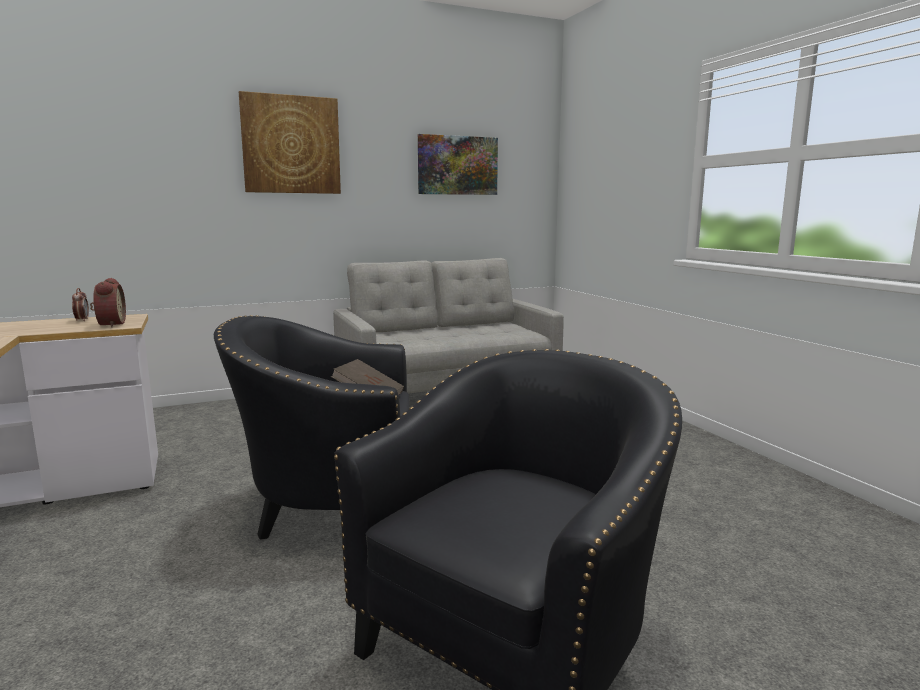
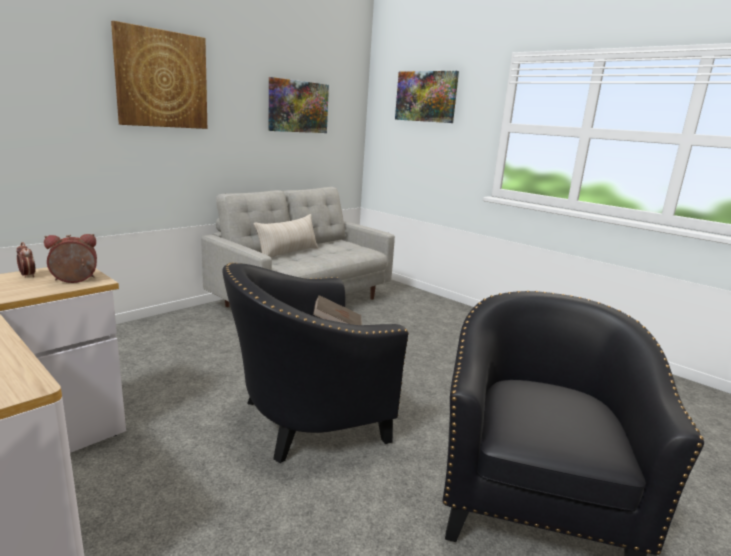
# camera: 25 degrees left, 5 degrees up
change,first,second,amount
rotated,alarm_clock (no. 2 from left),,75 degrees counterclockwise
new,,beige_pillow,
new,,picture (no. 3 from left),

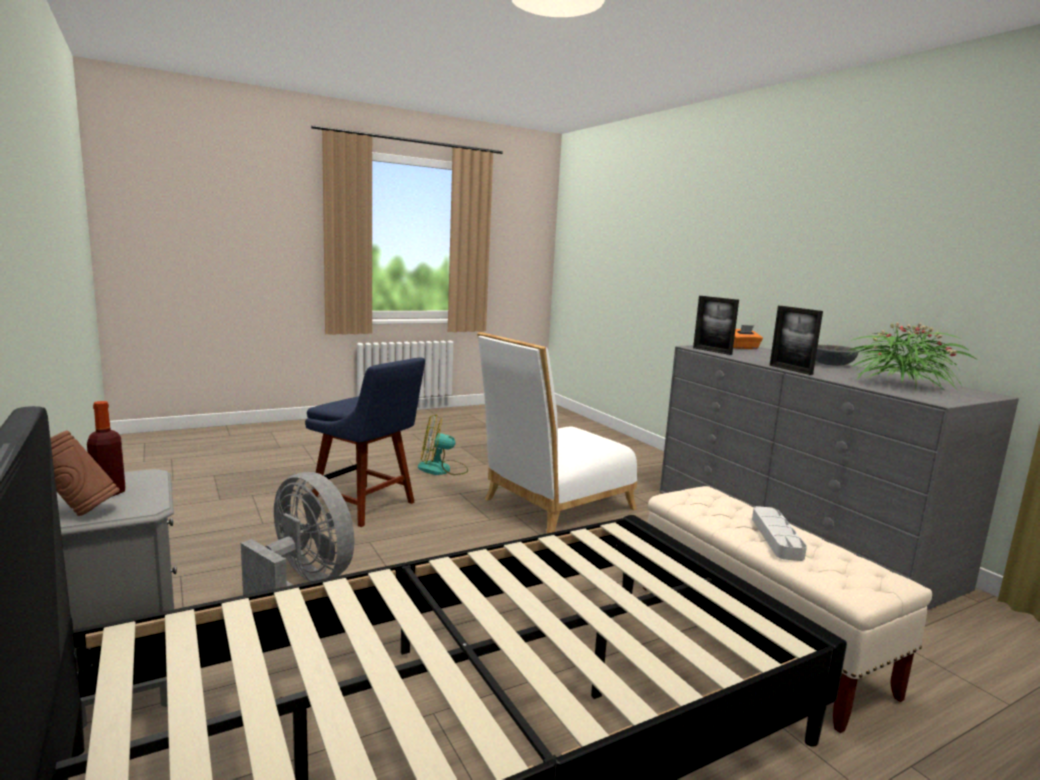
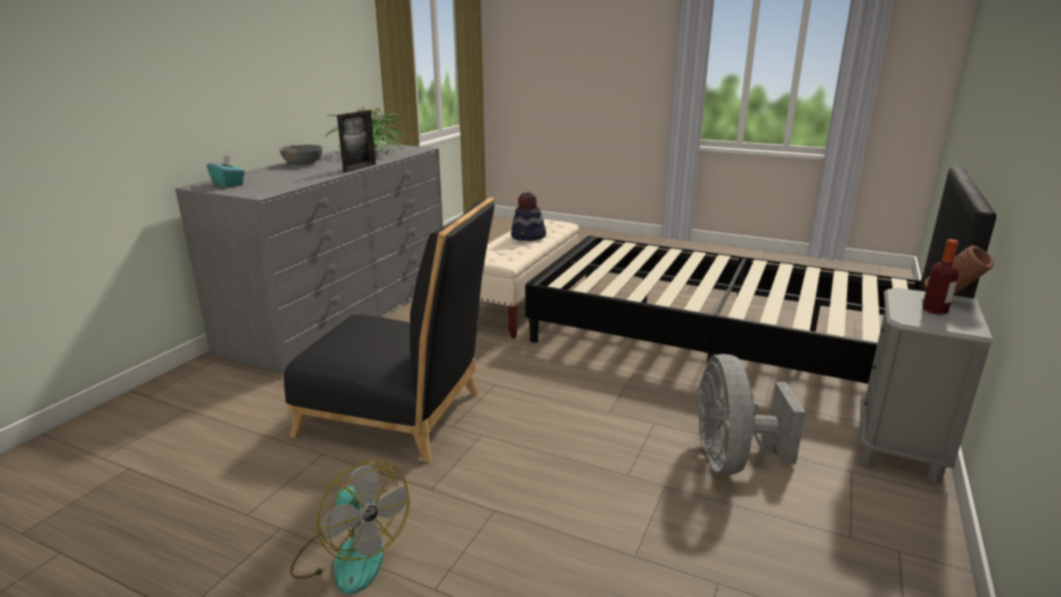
# camera: 125 degrees left, 10 degrees up
change,first,second,amount
gone,blue_chair,,
repainted,white_chair,black_chair,
gone,picture_frame (no. 1 from left),,
repainted,orange_tissue_box,turquoise_tissue_box,
swapped,grey_tray,hat,

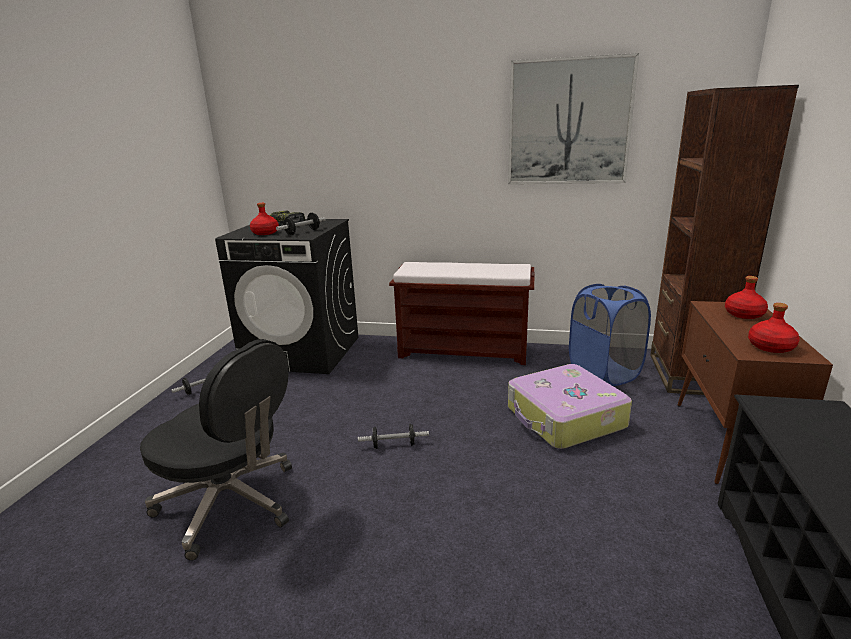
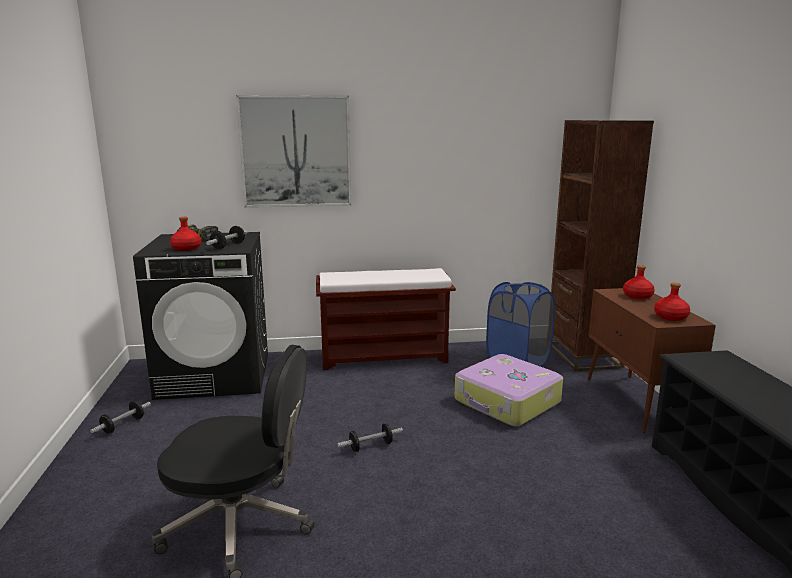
# camera: 20 degrees left, 5 degrees down
change,first,second,amount
shifted,picture,,

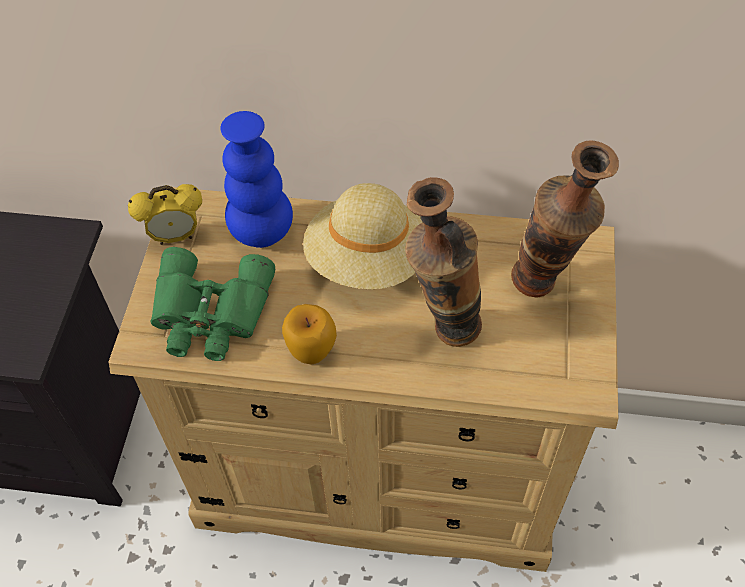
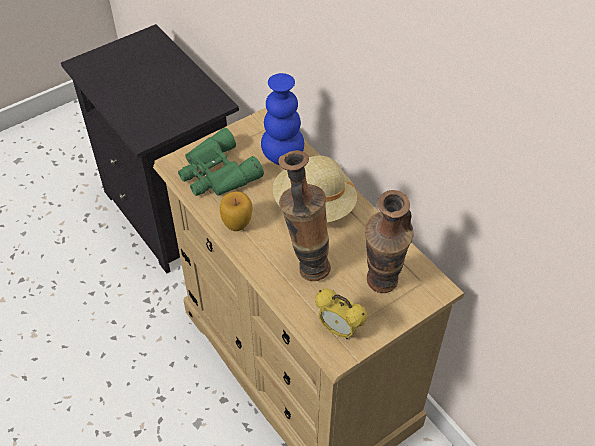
# camera: 45 degrees right, 5 degrees down
change,first,second,amount
shifted,alarm_clock,,

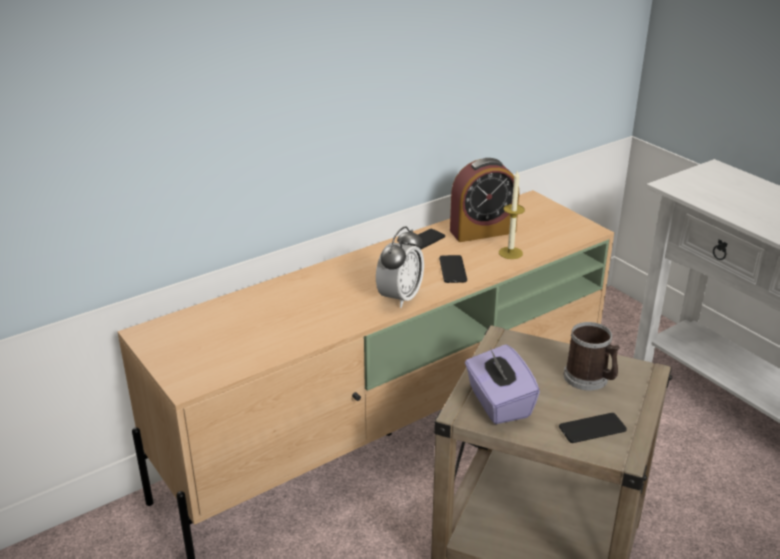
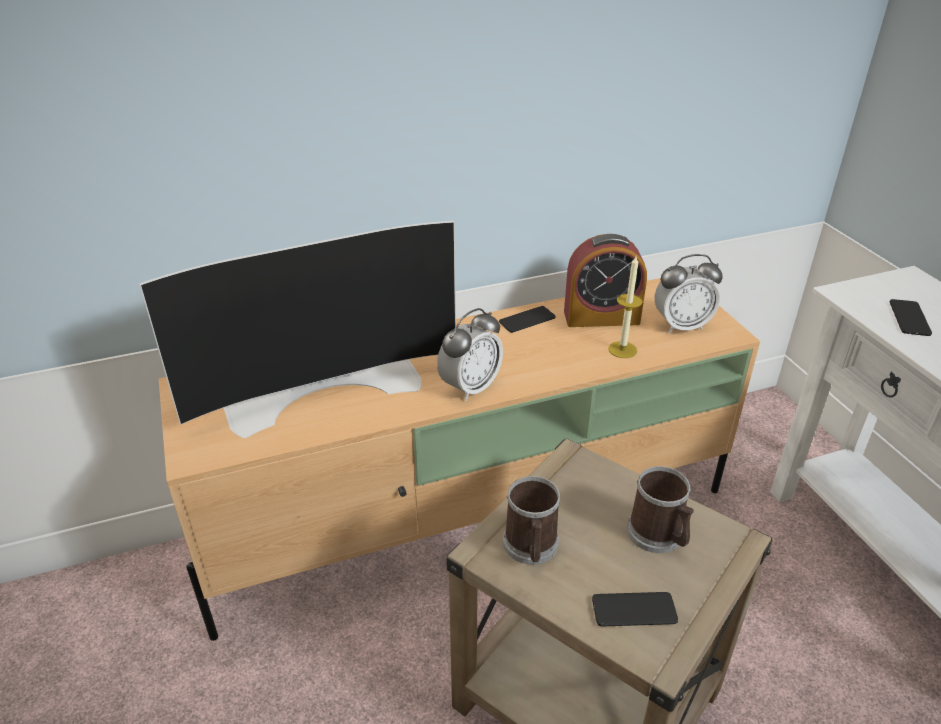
# camera: 15 degrees right, 5 degrees up
change,first,second,amount
shifted,phone (no. 2 from left in the first image),phone (no. 3 from left),
swapped,purple_tissue_box,mug (no. 1 from left),
new,,television,
new,,alarm_clock (no. 3 from left),

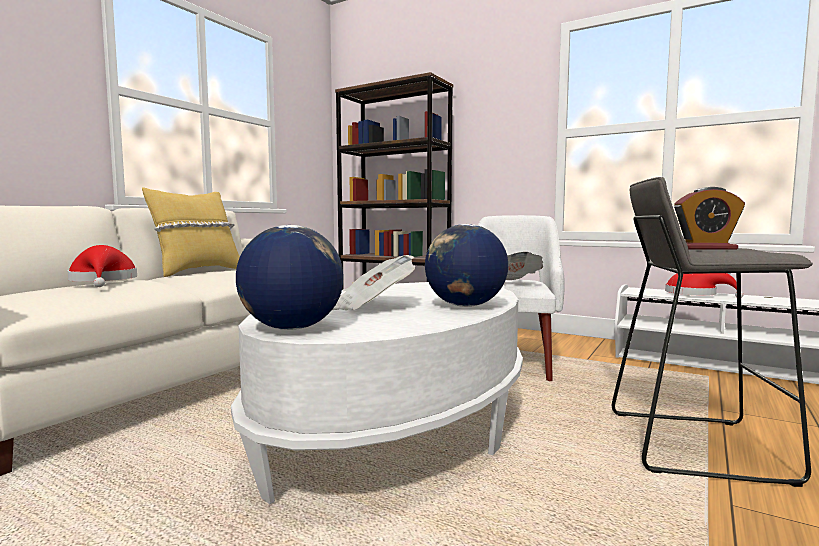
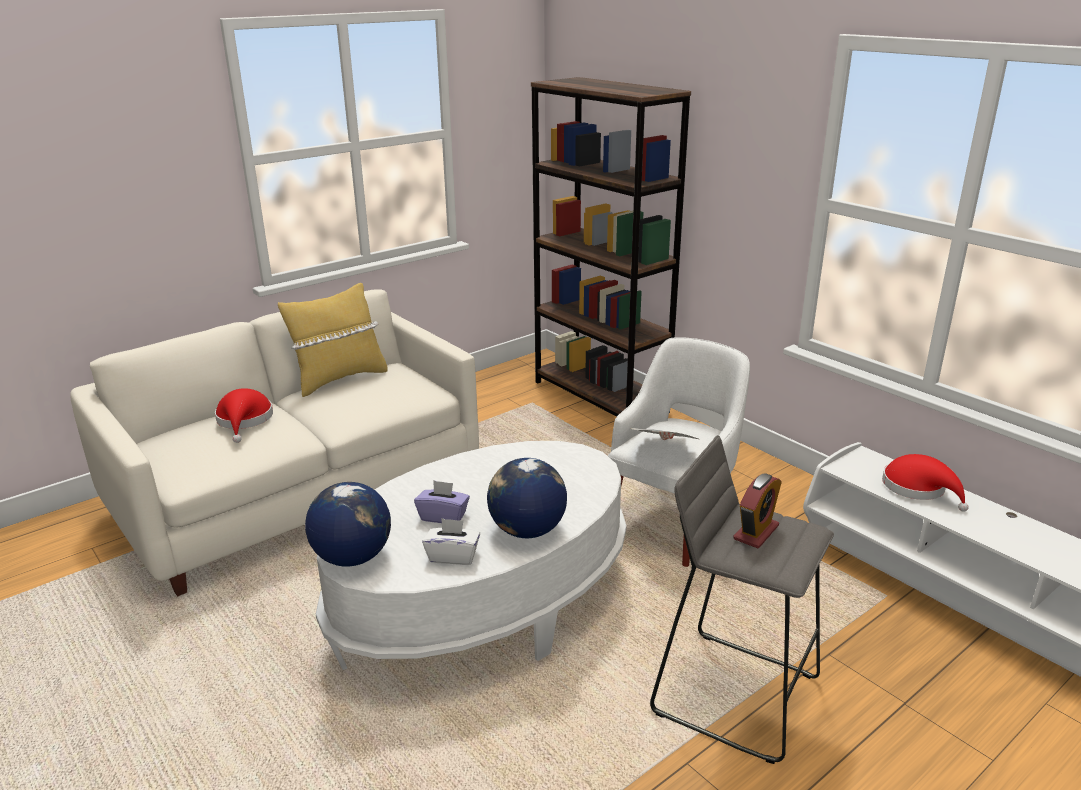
# camera: 20 degrees right, 20 degrees up
change,first,second,amount
swapped,newspaper (no. 1 from left),purple_tissue_box,
rotated,alarm_clock,,75 degrees counterclockwise
new,,white_tissue_box,

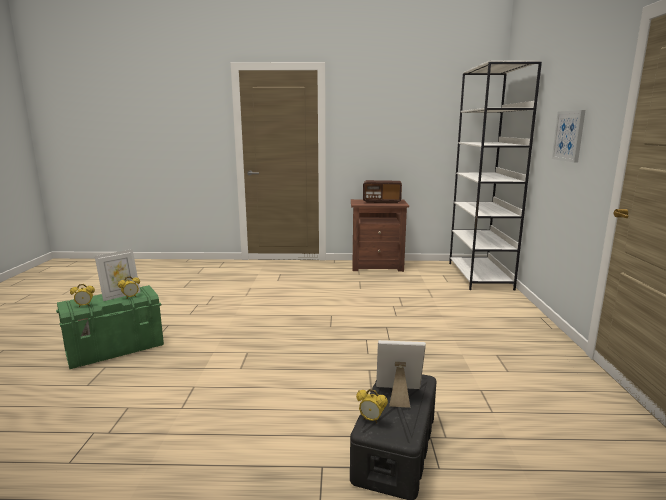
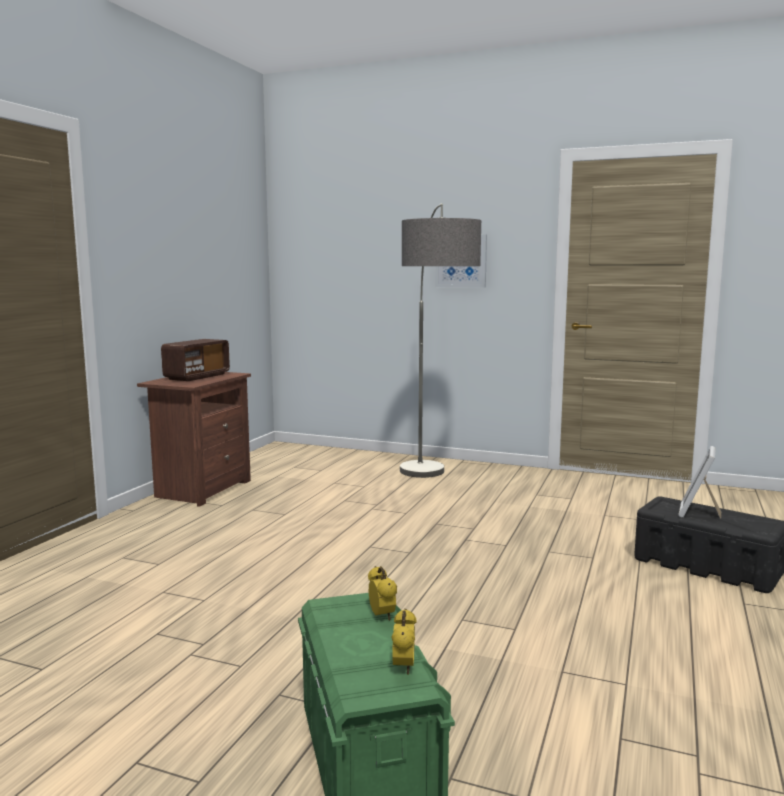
# camera: 70 degrees left, 5 degrees down
change,first,second,amount
gone,picture_frame (no. 1 from left),,
gone,alarm_clock (no. 3 from left),,
gone,white_bookcase,,
new,,floor_lamp,

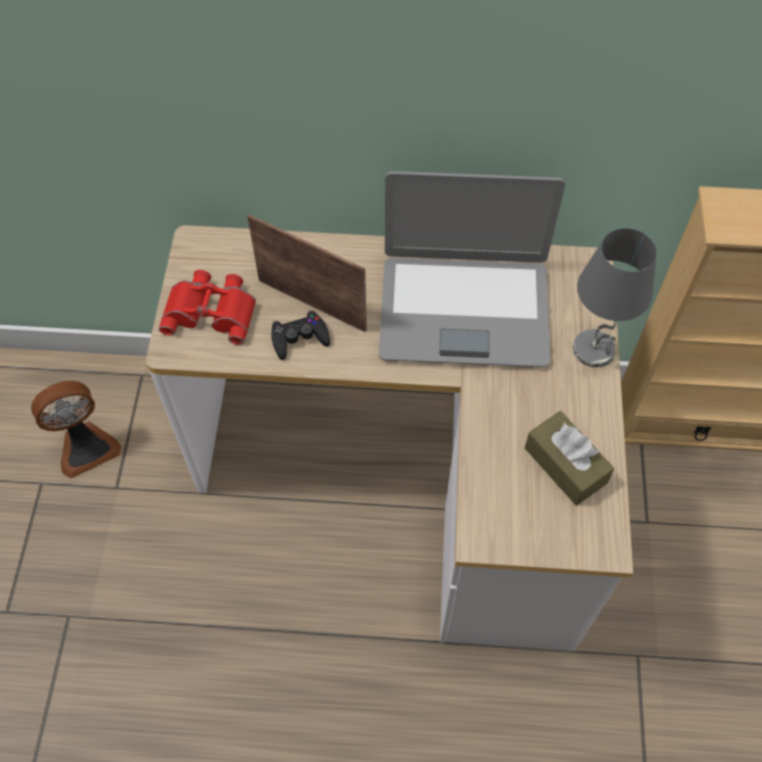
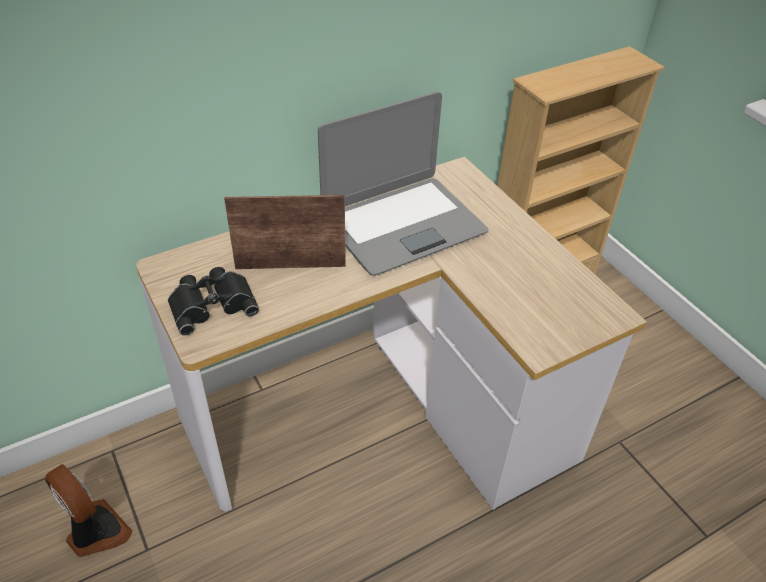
# camera: 35 degrees left, 15 degrees down
change,first,second,amount
rotated,fan,,75 degrees counterclockwise
repainted,red_binoculars,black_binoculars,
gone,black_game_controller,,
gone,brown_tissue_box,,
gone,grey_table_lamp,,

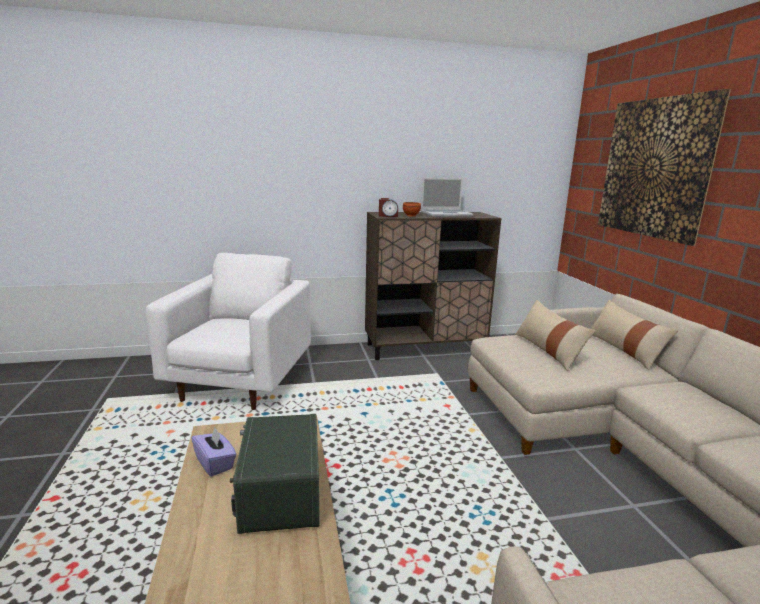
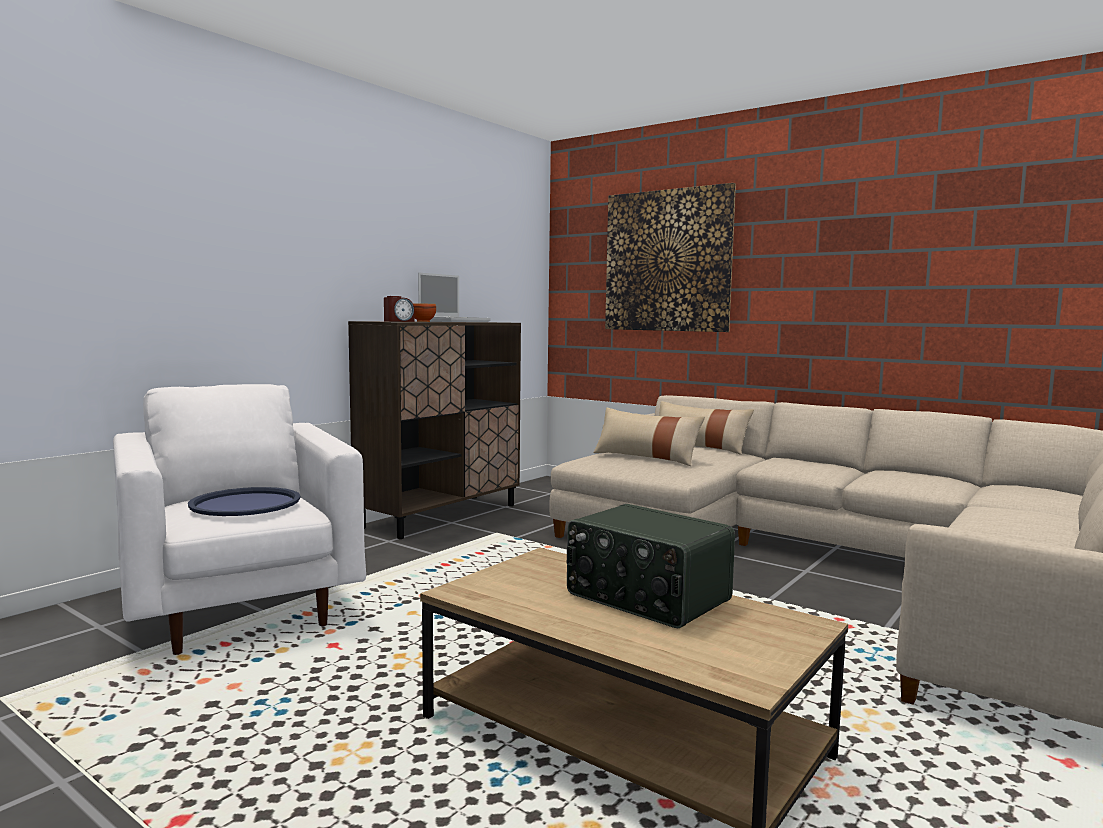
# camera: 40 degrees left, 10 degrees down
change,first,second,amount
gone,purple_tissue_box,,
new,,blue_tray,

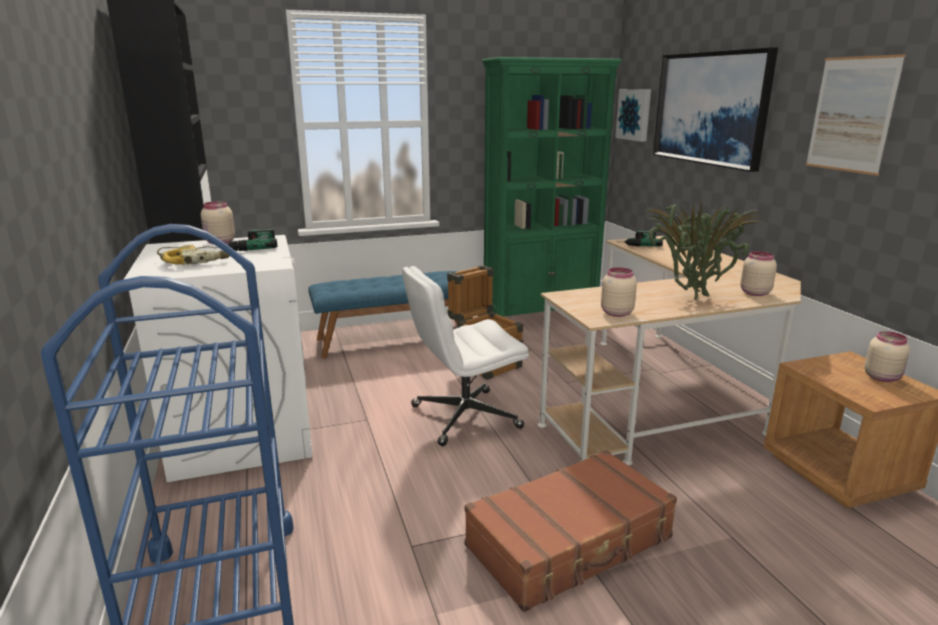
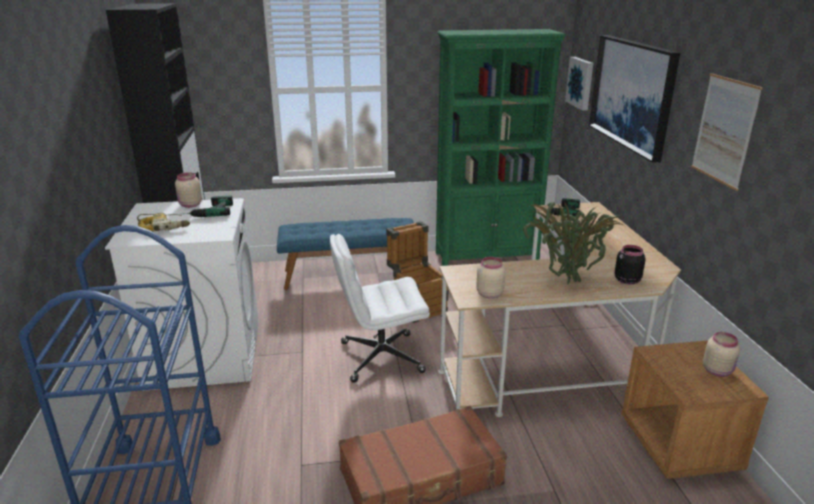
# camera: 10 degrees right, 5 degrees up
change,first,second,amount
repainted,beige_jar (no. 3 from left),black_jar,

